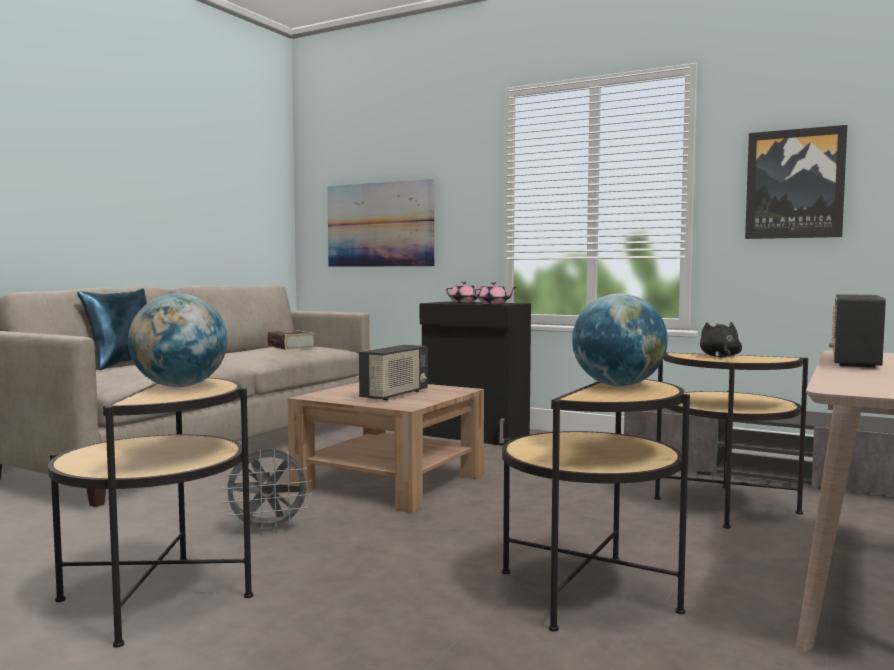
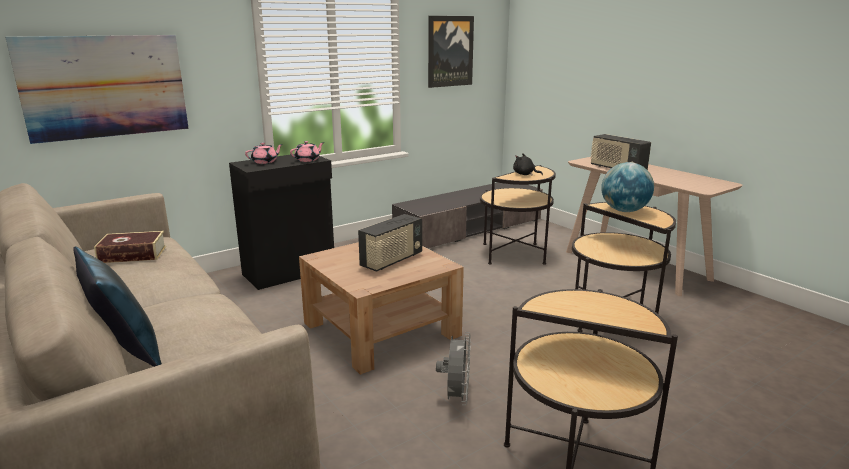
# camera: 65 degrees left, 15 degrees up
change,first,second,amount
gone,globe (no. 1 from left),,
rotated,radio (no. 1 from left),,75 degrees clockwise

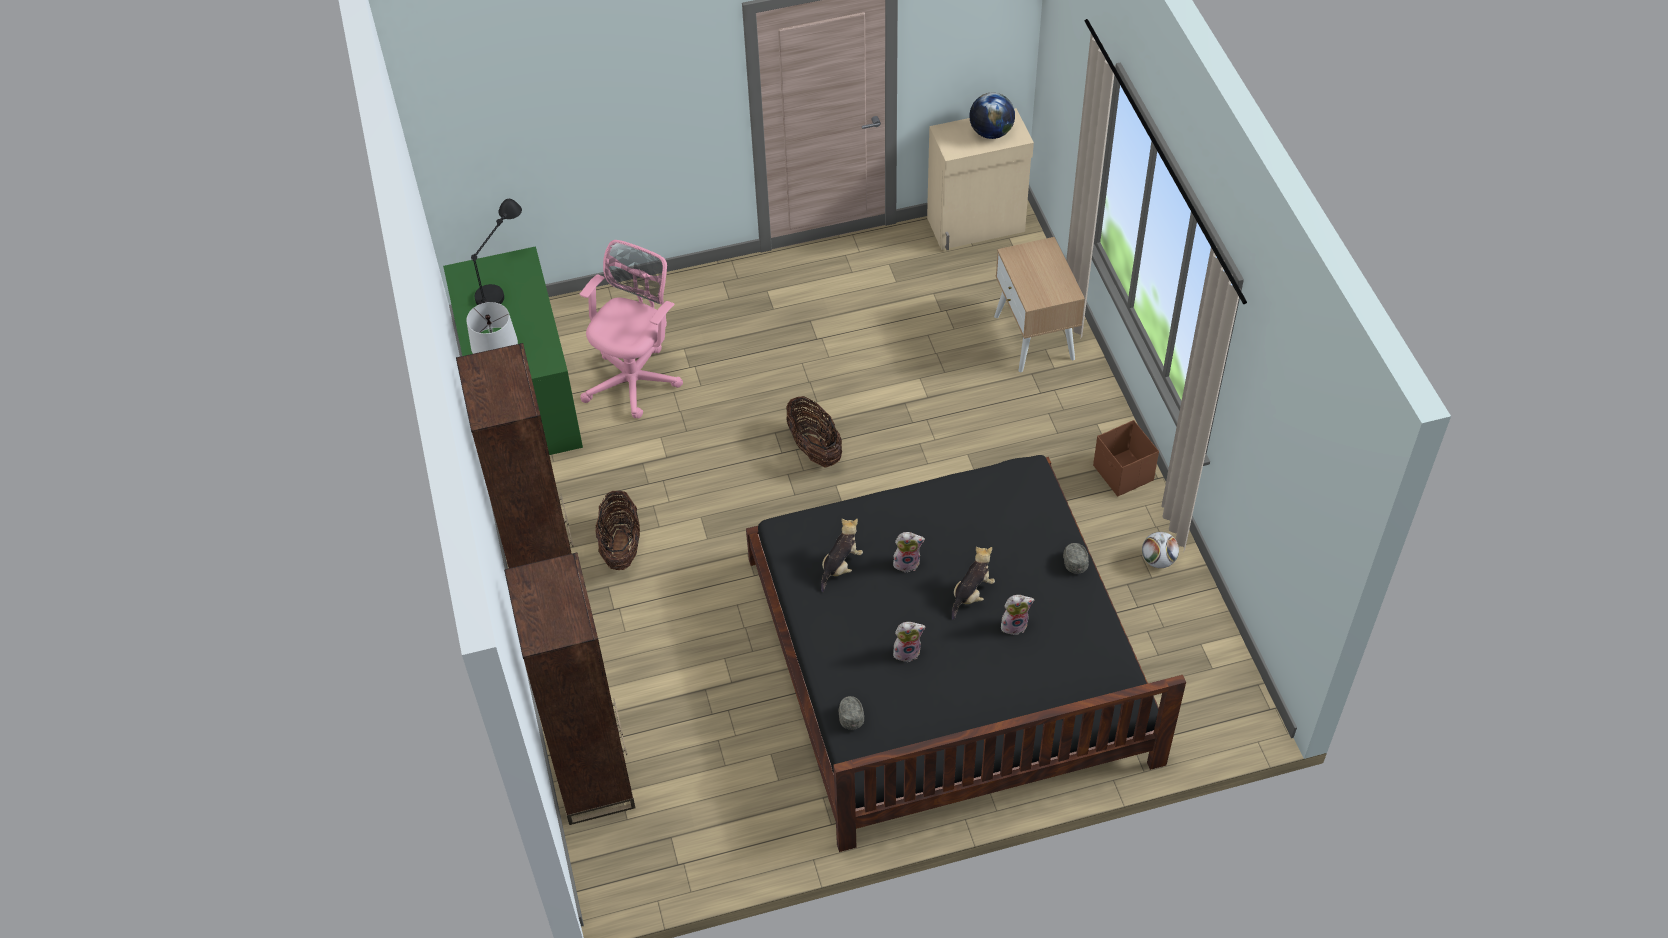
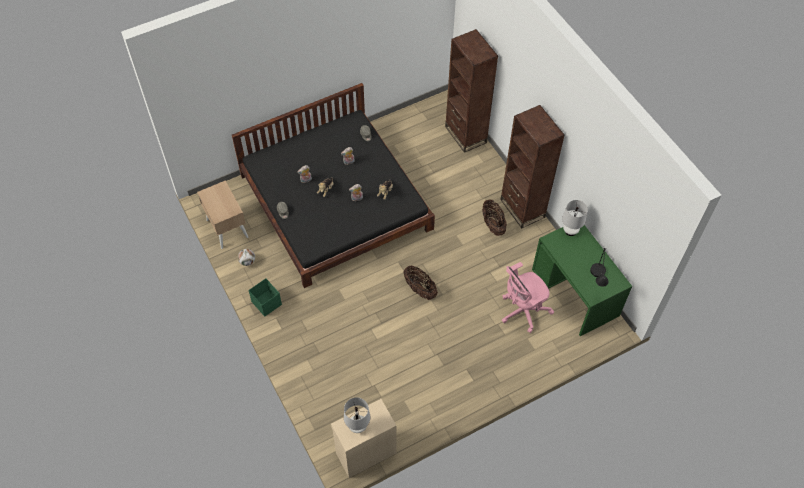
# camera: 165 degrees right, 5 degrees up
change,first,second,amount
rotated,pink_office_chair,,45 degrees clockwise
swapped,globe,white_table_lamp (no. 1 from left),
shifted,beige_nightstand,,
repainted,brown_storage_box,green_storage_box,

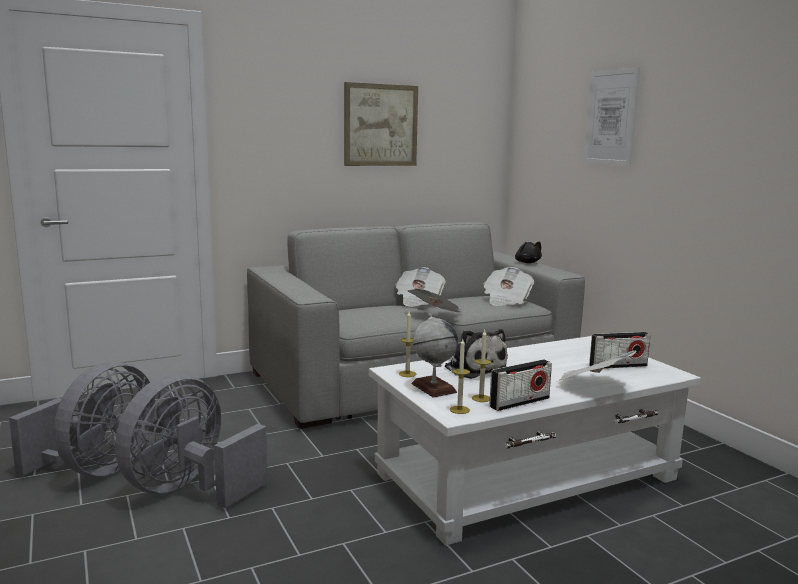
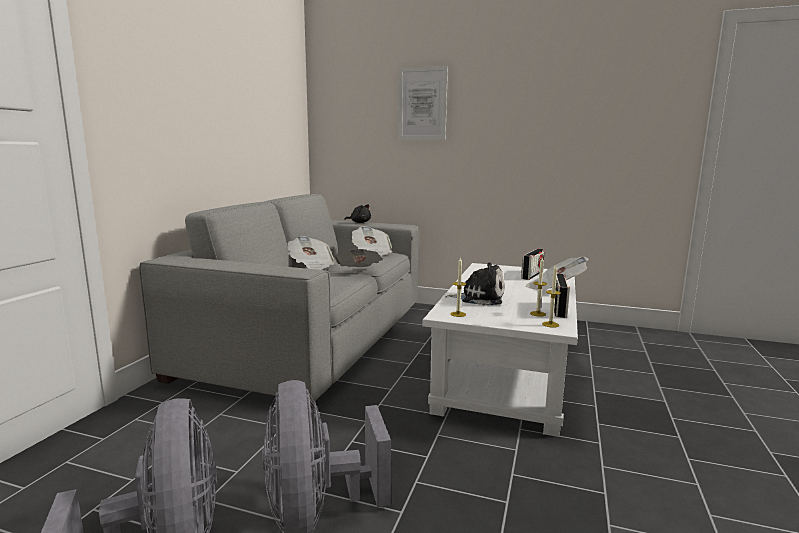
# camera: 45 degrees left, 0 degrees up
change,first,second,amount
gone,picture (no. 1 from left),,
gone,globe,,

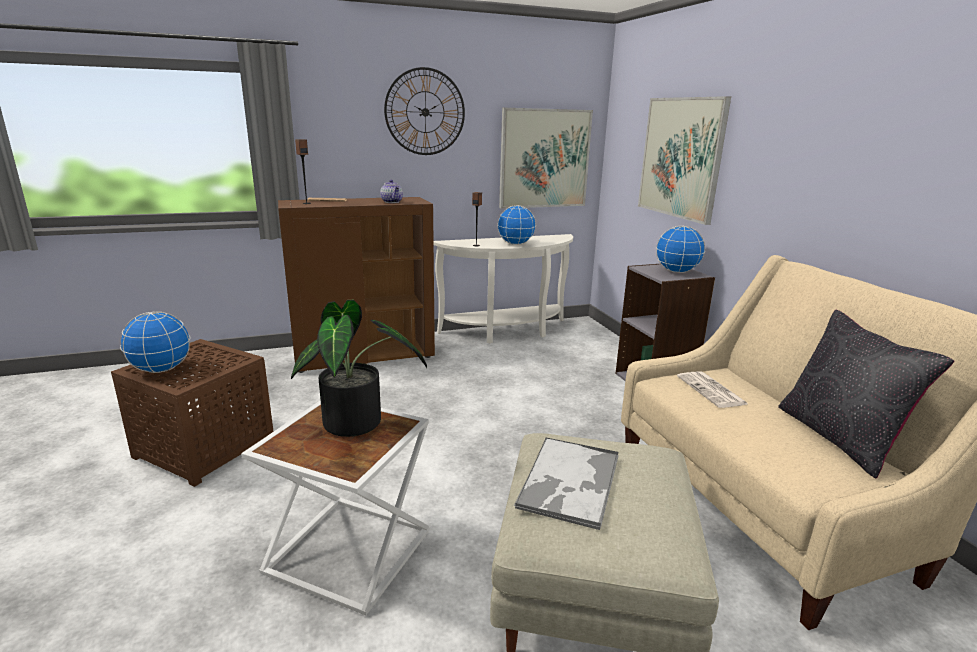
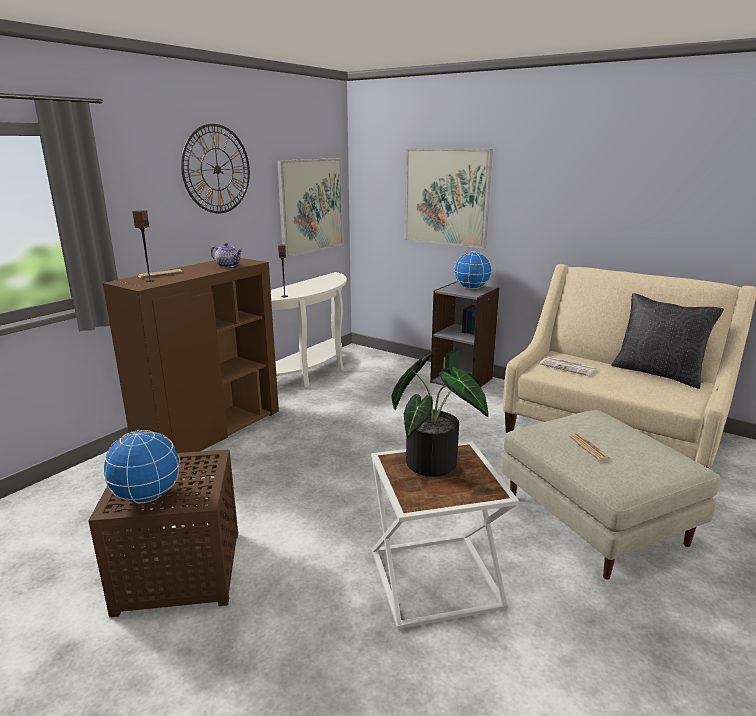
# camera: 35 degrees left, 0 degrees up
change,first,second,amount
gone,globe (no. 2 from left),,
swapped,tray,newspaper (no. 3 from left),

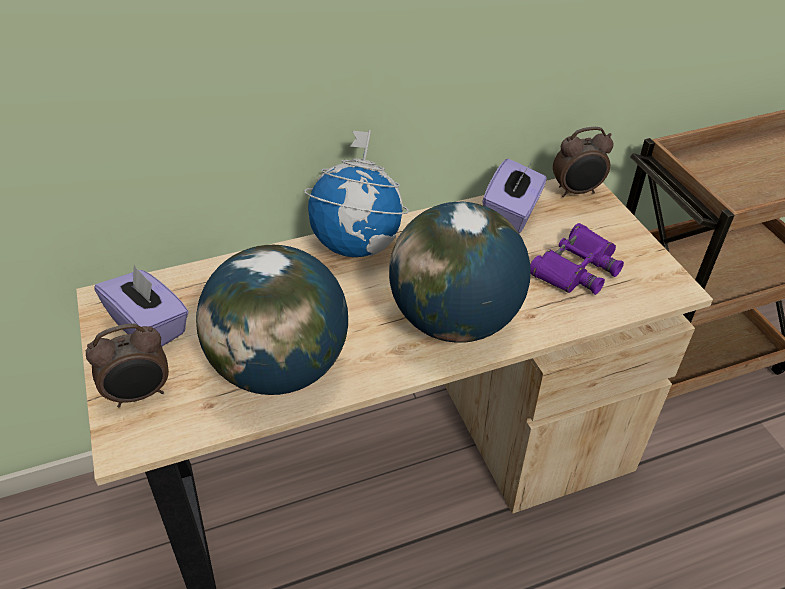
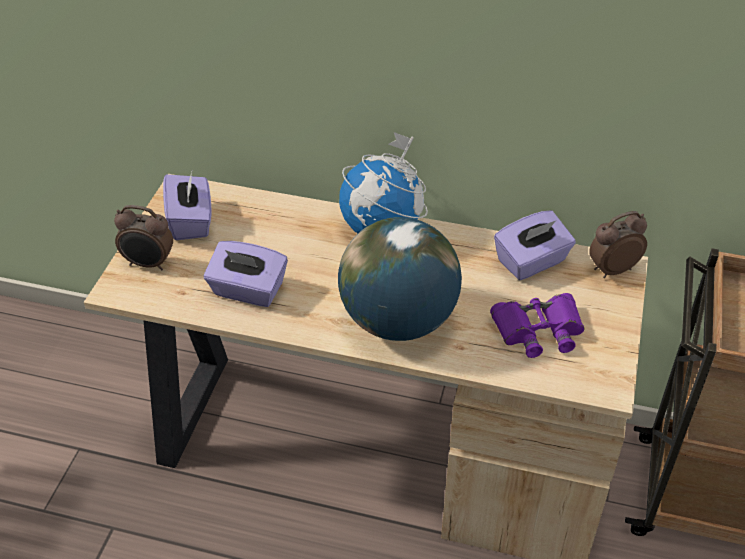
# camera: 35 degrees right, 0 degrees up
change,first,second,amount
swapped,globe (no. 1 from left),purple_tissue_box (no. 2 from left),
rotated,alarm_clock (no. 2 from left),,135 degrees clockwise

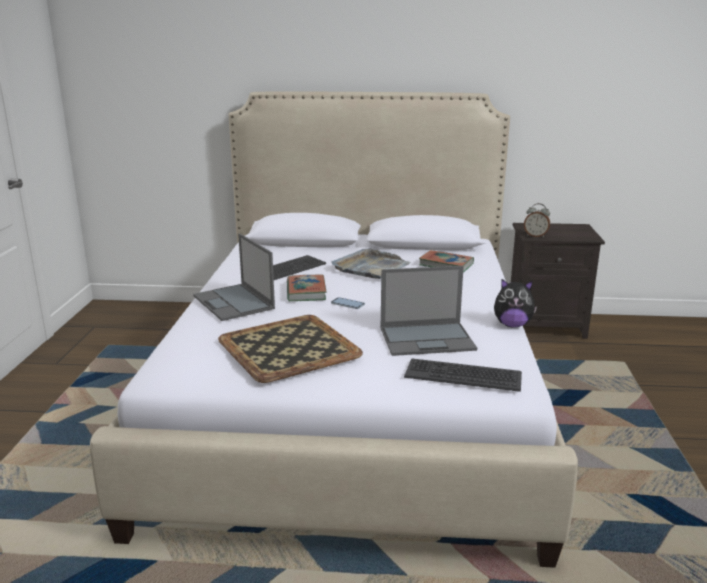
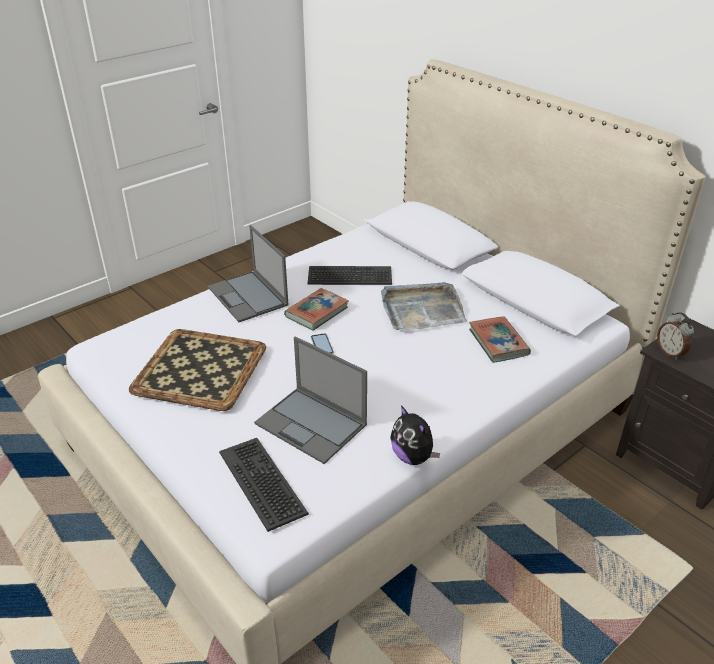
# camera: 45 degrees right, 15 degrees up
change,first,second,amount
rotated,laptop (no. 1 from left),,45 degrees counterclockwise

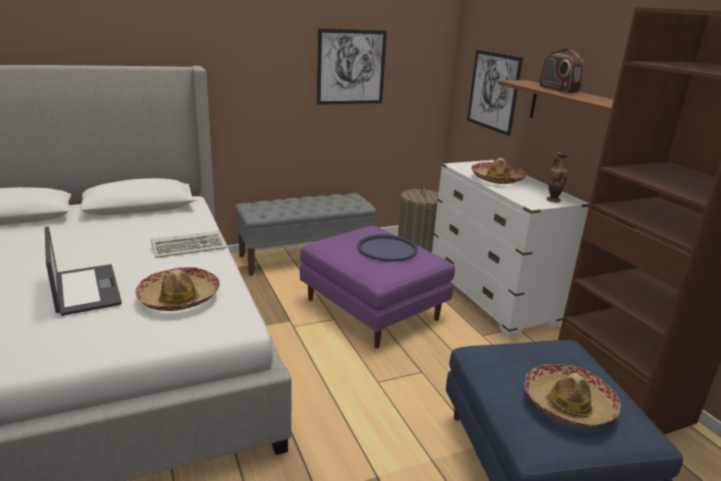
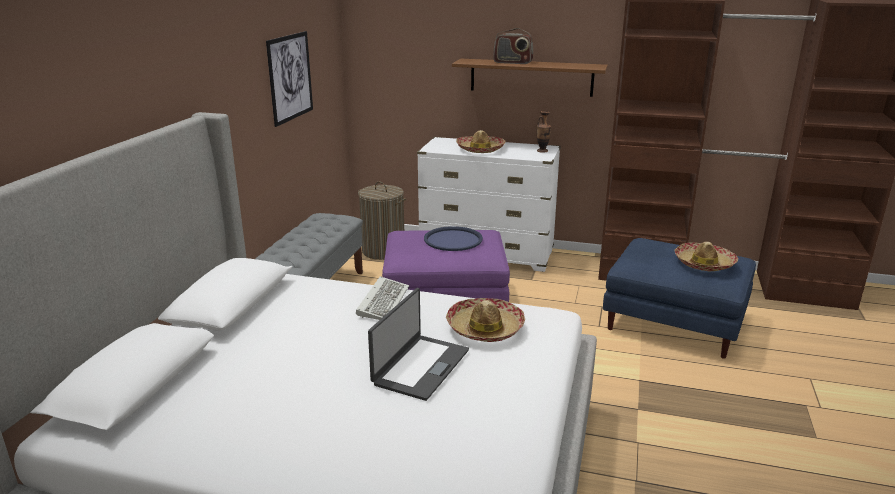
# camera: 50 degrees left, 0 degrees up
change,first,second,amount
rotated,laptop,,105 degrees clockwise
gone,picture (no. 2 from left),,

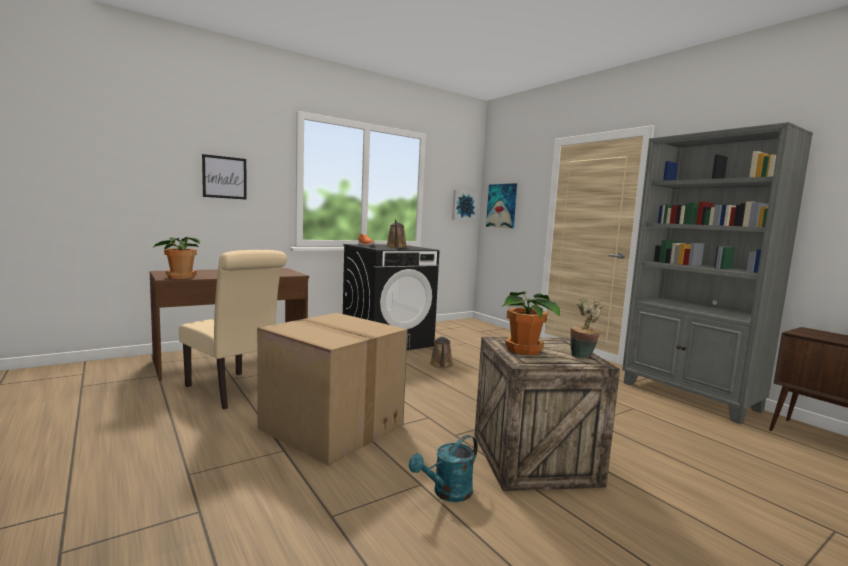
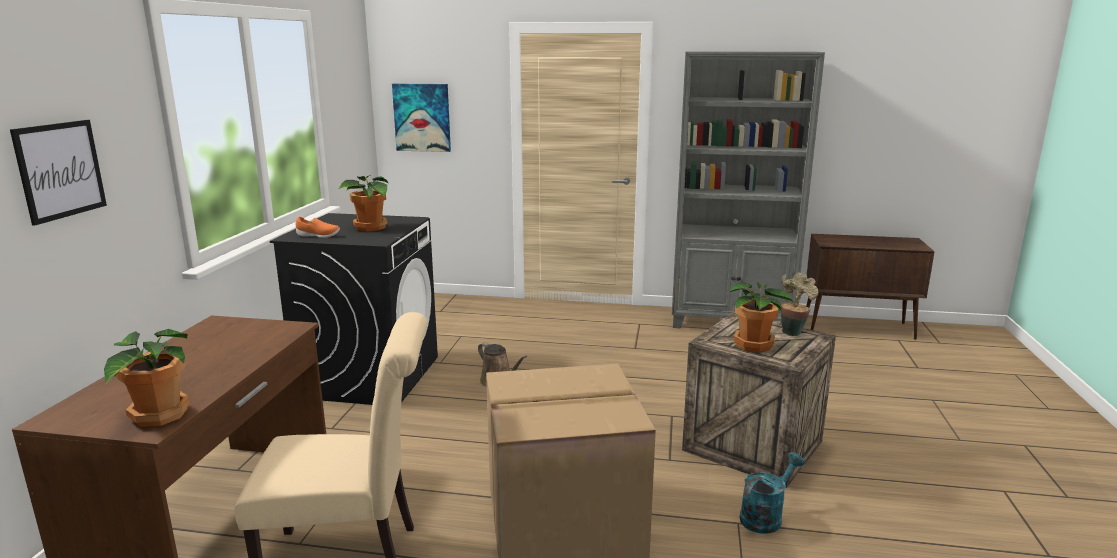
# camera: 45 degrees left, 10 degrees up
change,first,second,amount
swapped,brown_watering_can (no. 1 from left),potted_plant (no. 2 from left),
rotated,turquoise_watering_can,,135 degrees counterclockwise
gone,picture (no. 2 from left),,

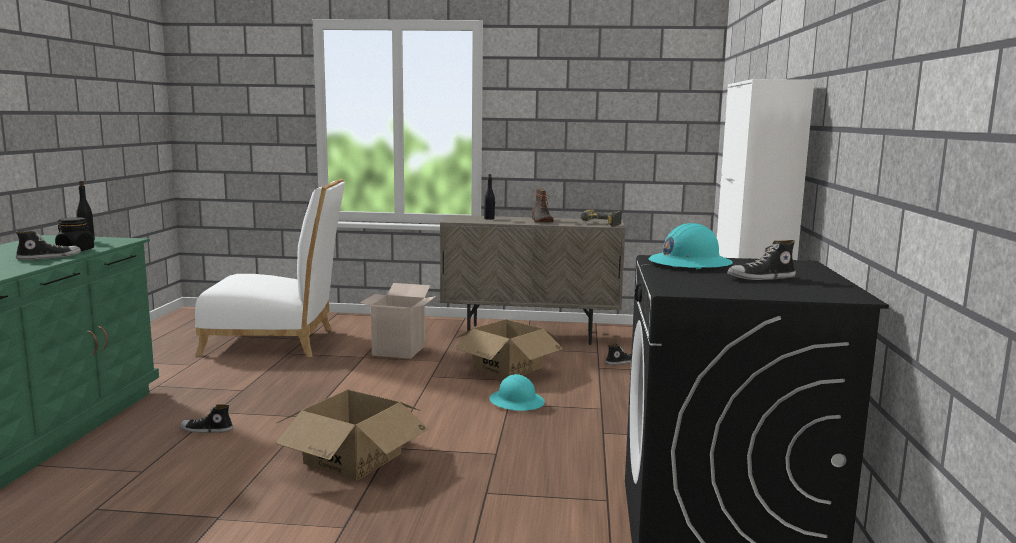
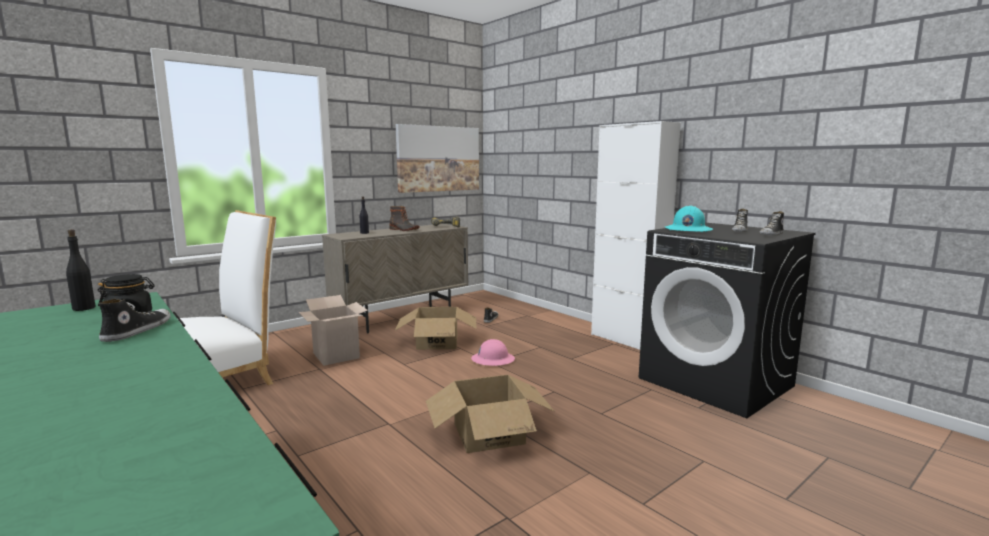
# camera: 45 degrees left, 0 degrees up
change,first,second,amount
shifted,shoe (no. 2 from left in the first image),shoe (no. 4 from left),
repainted,turquoise_hard_hat (no. 1 from left),pink_hard_hat,
new,,picture,

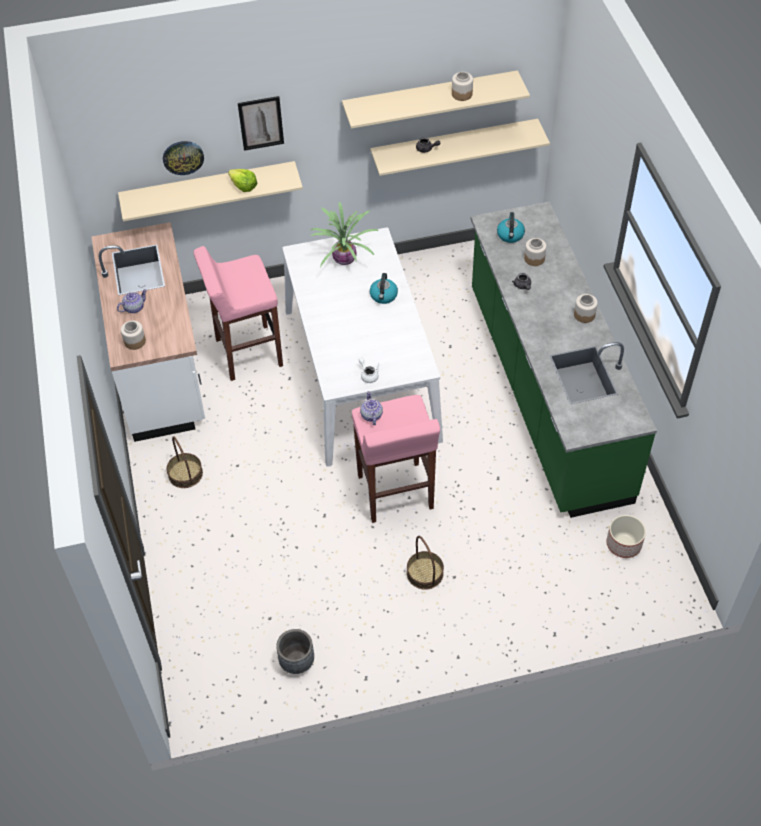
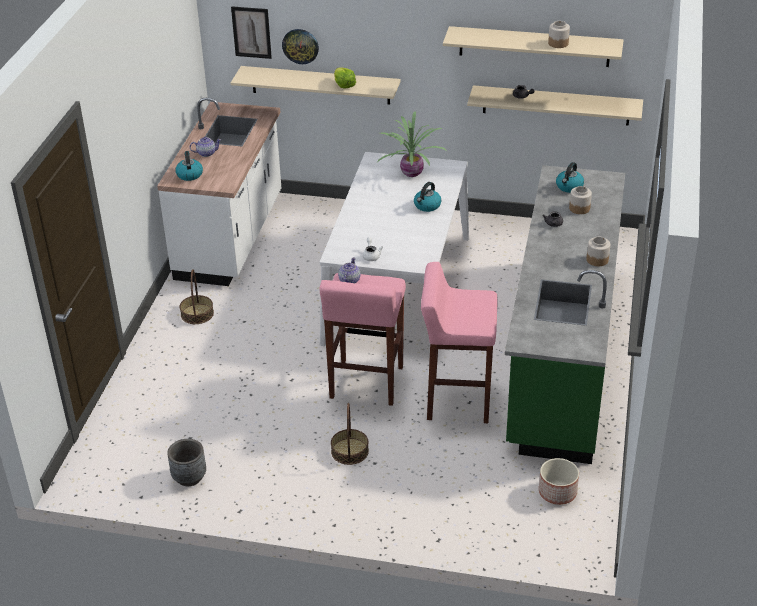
# camera: 25 degrees right, 15 degrees down
change,first,second,amount
swapped,jar (no. 1 from left),kettle (no. 1 from left),
shifted,pink_stool (no. 1 from left in the first image),pink_stool (no. 2 from left),
shifted,picture,,

